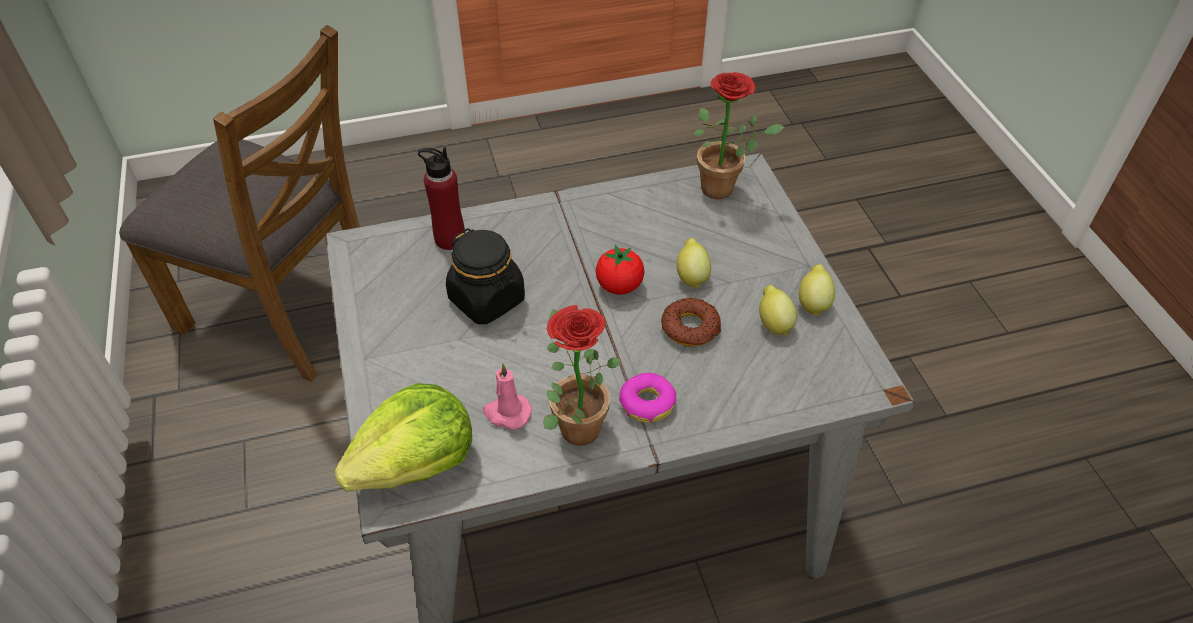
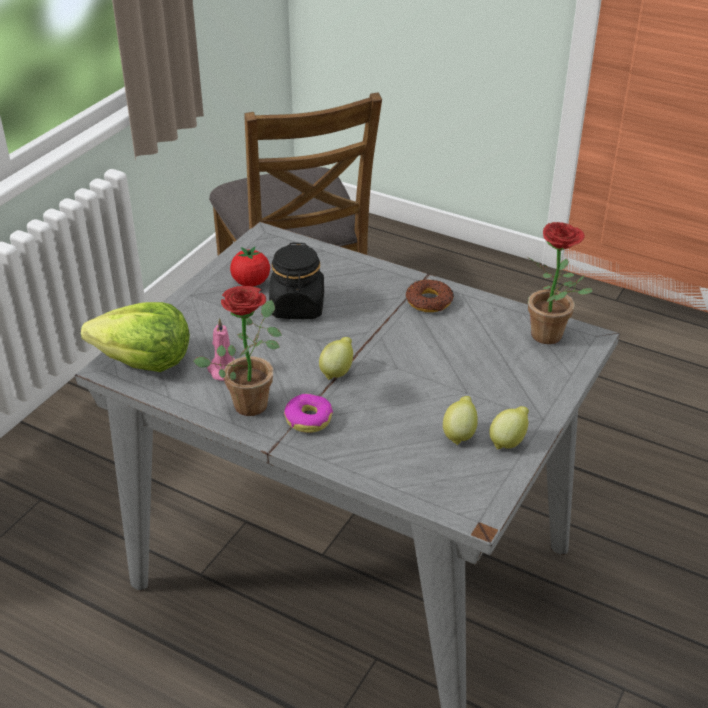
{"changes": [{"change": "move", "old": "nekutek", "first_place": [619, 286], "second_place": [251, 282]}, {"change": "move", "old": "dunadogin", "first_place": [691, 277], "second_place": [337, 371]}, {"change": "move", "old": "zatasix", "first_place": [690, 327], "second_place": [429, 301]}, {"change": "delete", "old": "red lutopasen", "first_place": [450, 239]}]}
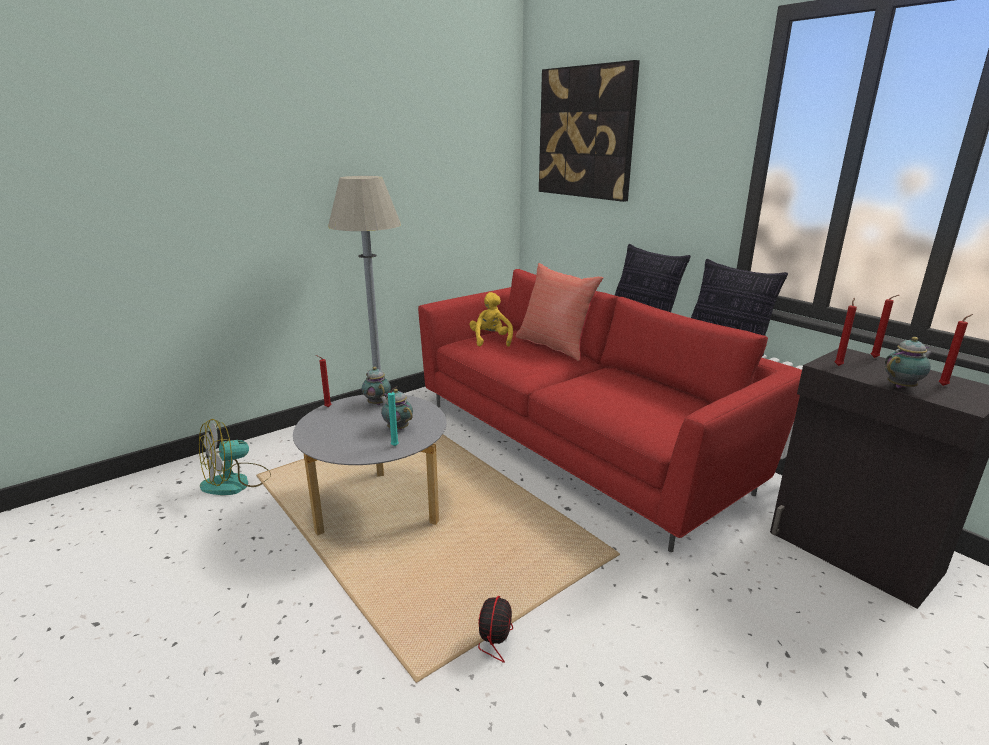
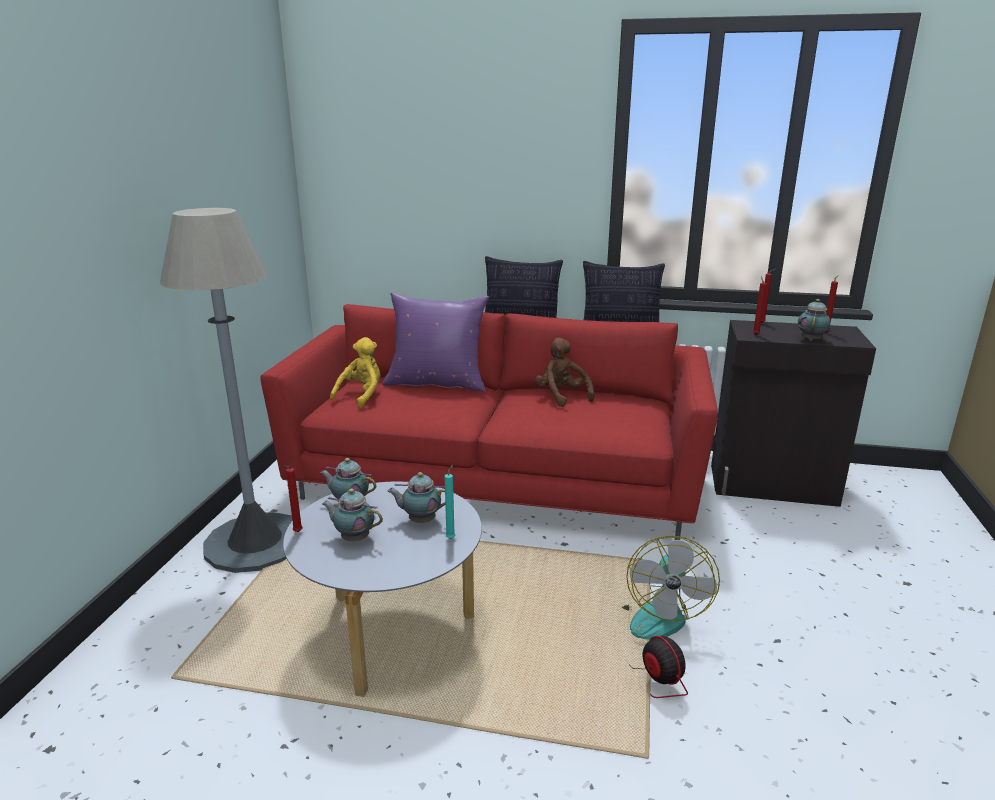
{"changes": [{"change": "insert", "new": "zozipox", "second_place": [354, 538]}, {"change": "rotate", "old": "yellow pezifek", "first_place": [491, 340], "second_place": [361, 395], "degrees": 75}, {"change": "recolor", "old": "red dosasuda", "new": "purple dosasuda", "first_place": [555, 346], "second_place": [437, 383]}, {"change": "insert", "new": "brown pezifek", "second_place": [561, 396]}, {"change": "move", "old": "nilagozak", "first_place": [236, 482], "second_place": [657, 613]}, {"change": "delete", "old": "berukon", "first_place": [586, 133]}]}
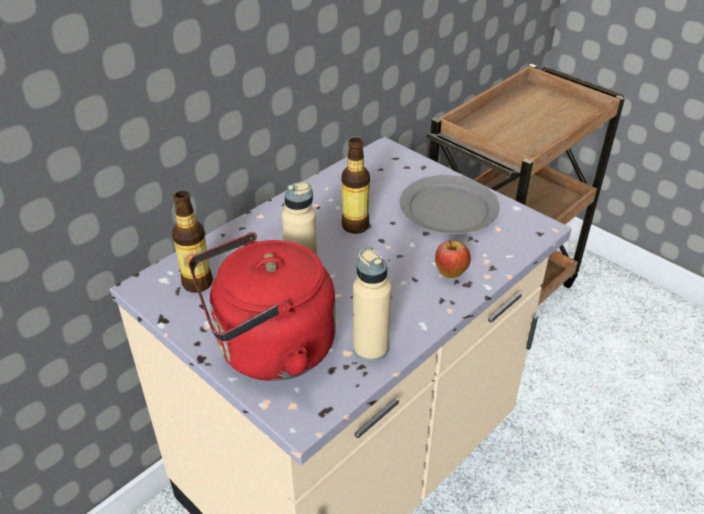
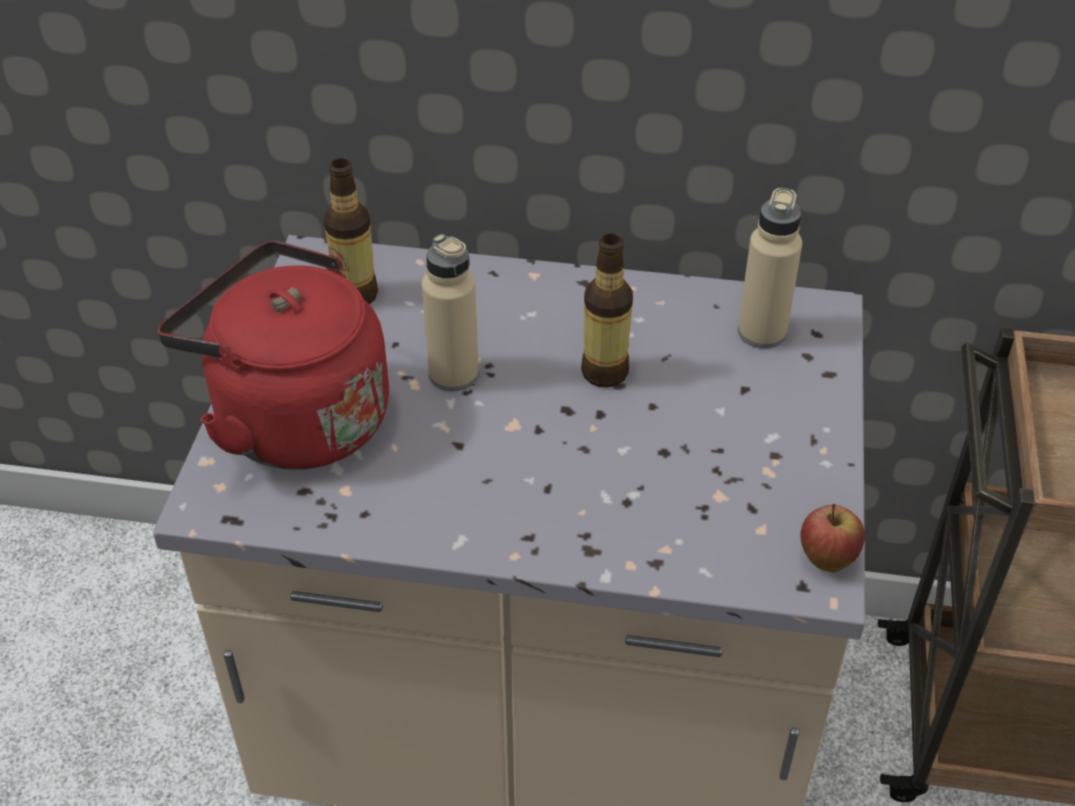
{"changes": [{"change": "move", "old": "beige lutopasen", "first_place": [370, 348], "second_place": [762, 332]}, {"change": "move", "old": "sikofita", "first_place": [450, 274], "second_place": [826, 560]}, {"change": "delete", "old": "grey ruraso", "first_place": [449, 209]}]}
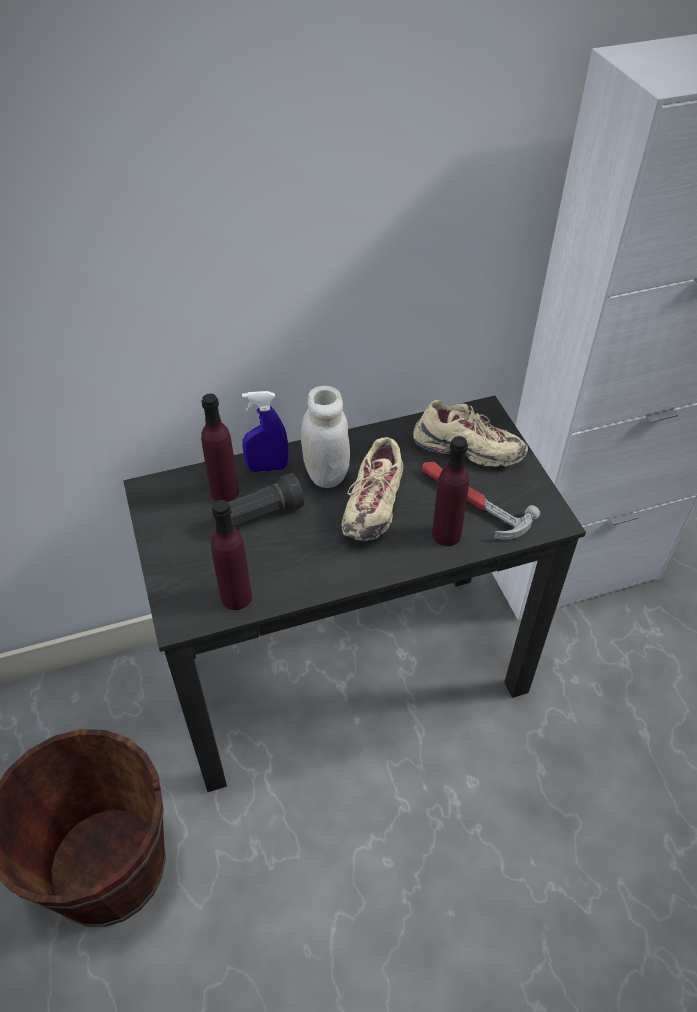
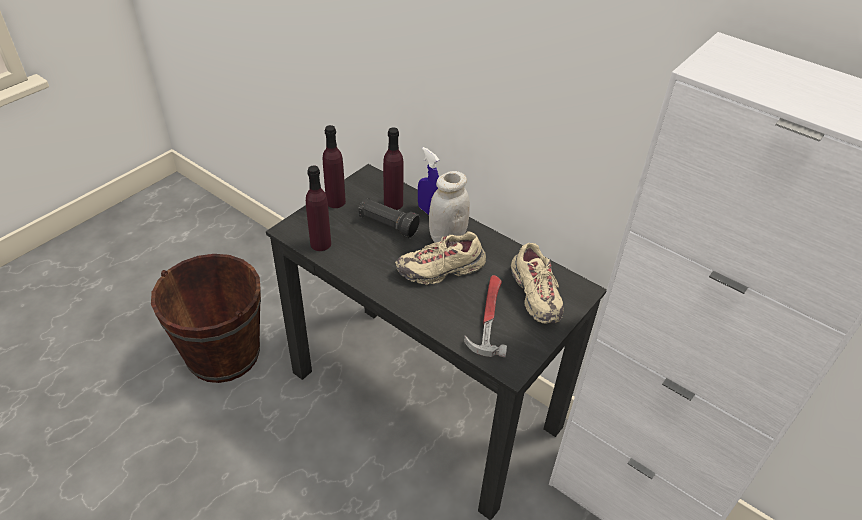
{"changes": [{"change": "move", "old": "purple lutopasen", "first_place": [446, 534], "second_place": [335, 202]}]}
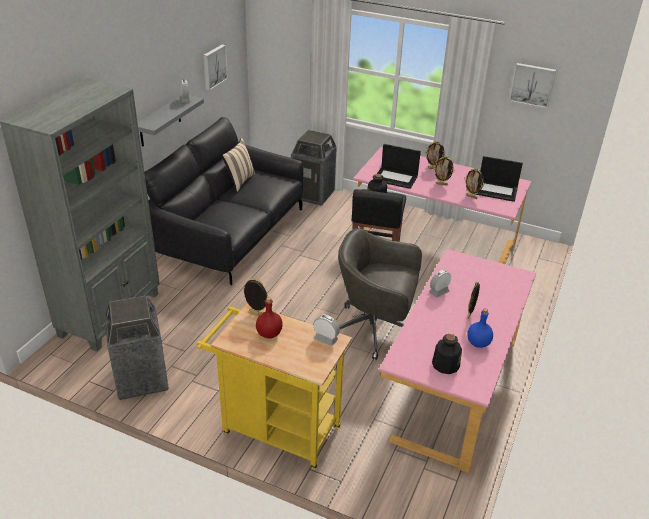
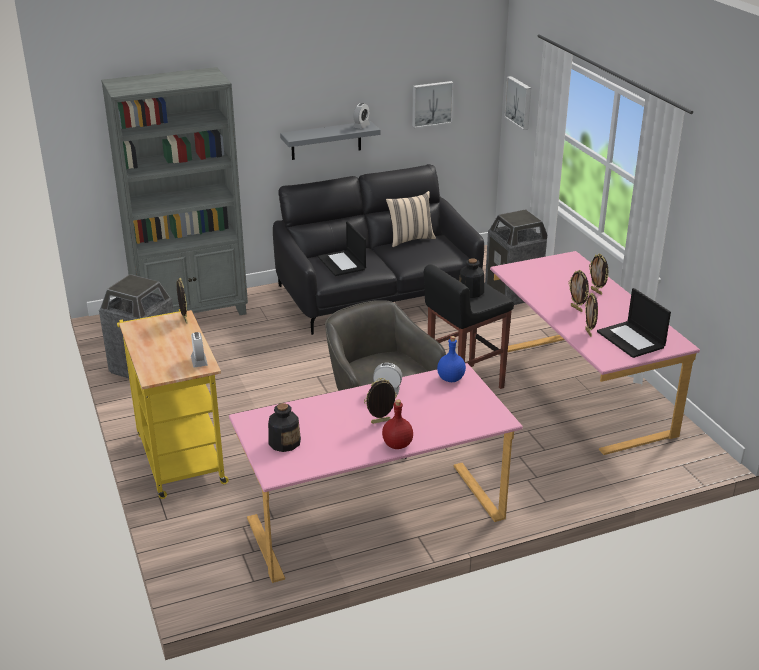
{"changes": [{"change": "move", "old": "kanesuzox", "first_place": [396, 178], "second_place": [342, 263]}, {"change": "move", "old": "red lutopasen", "first_place": [269, 334], "second_place": [397, 445]}, {"change": "move", "old": "blue lutopasen", "first_place": [478, 343], "second_place": [451, 378]}, {"change": "move", "old": "berukon", "first_place": [532, 84], "second_place": [519, 102]}]}
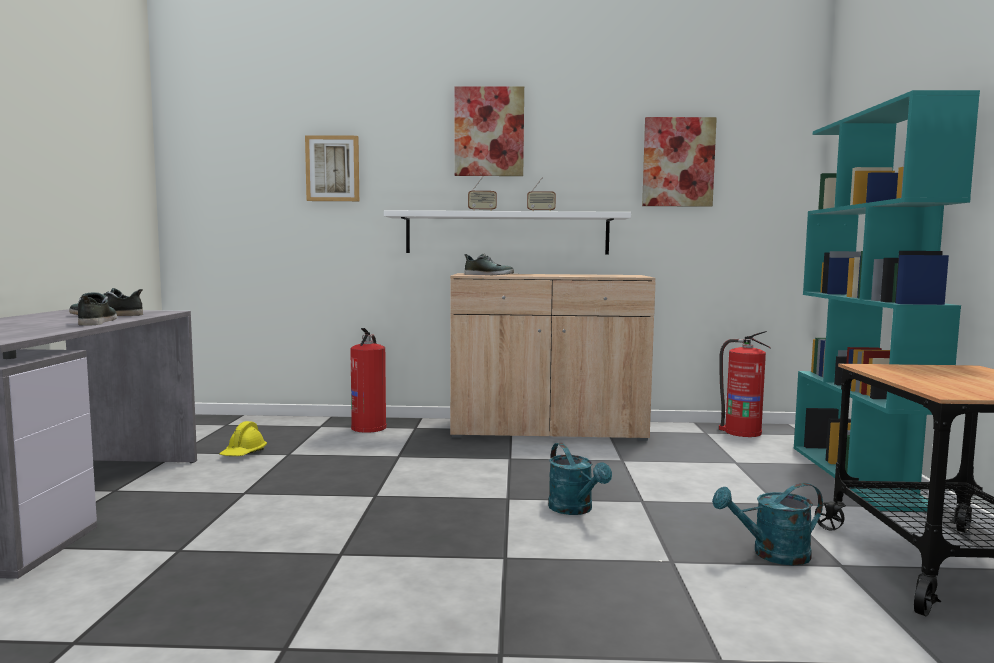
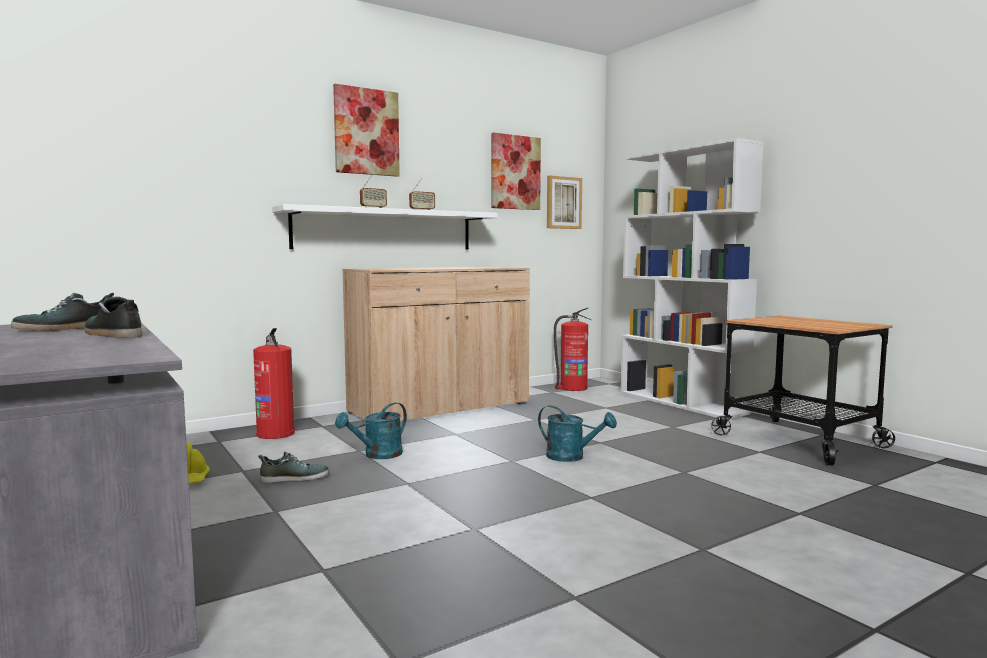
{"changes": [{"change": "move", "old": "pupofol", "first_place": [489, 275], "second_place": [294, 478]}, {"change": "move", "old": "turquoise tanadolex", "first_place": [772, 555], "second_place": [377, 455]}, {"change": "move", "old": "berukon", "first_place": [333, 168], "second_place": [563, 203]}, {"change": "recolor", "old": "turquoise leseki", "new": "white leseki", "first_place": [859, 476], "second_place": [682, 403]}]}
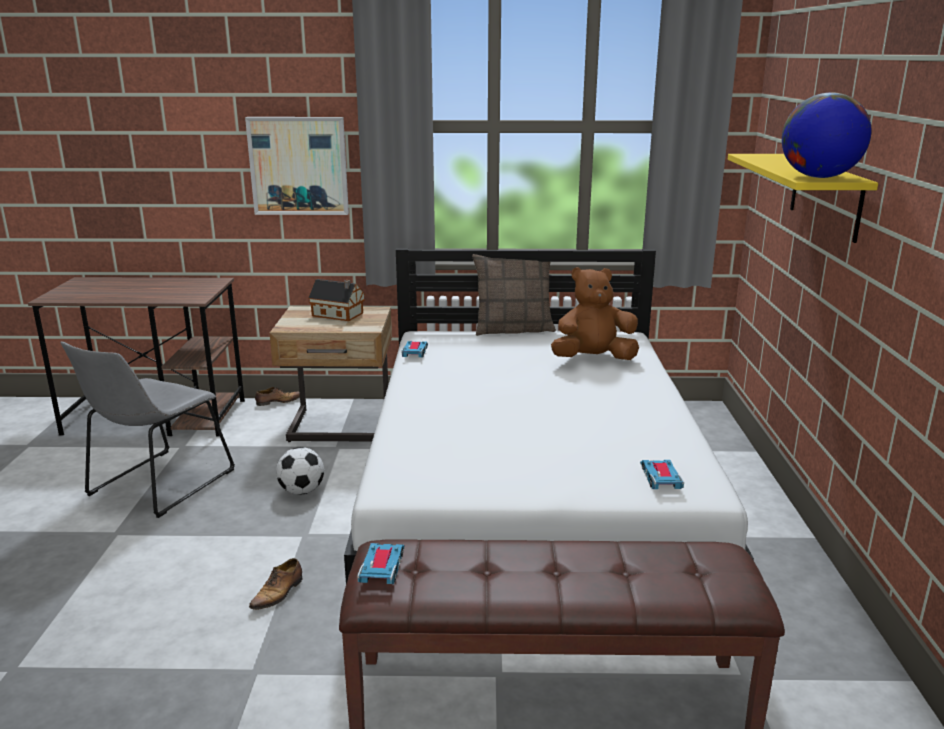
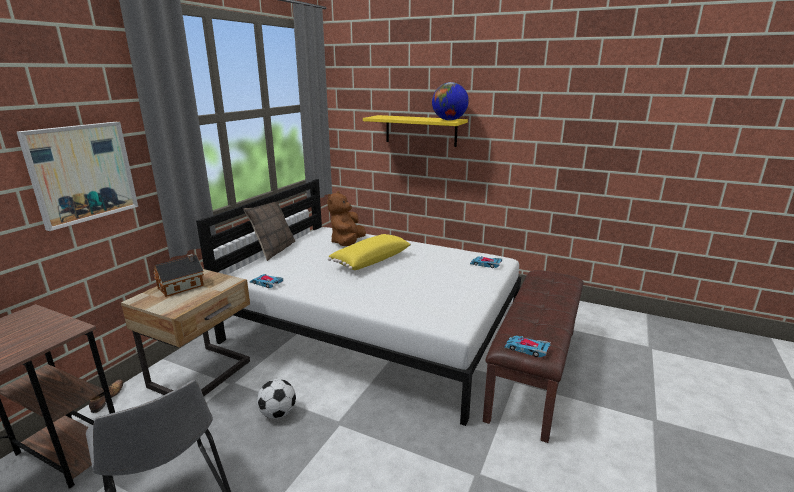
{"changes": [{"change": "insert", "new": "yellow dosasuda", "second_place": [370, 260]}, {"change": "delete", "old": "pupofol", "first_place": [278, 593]}]}
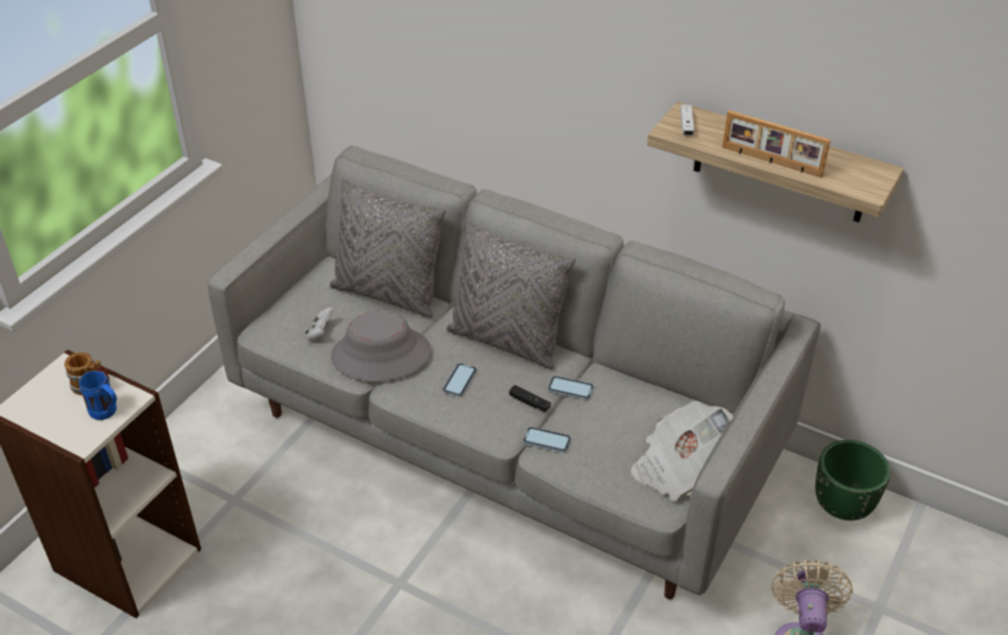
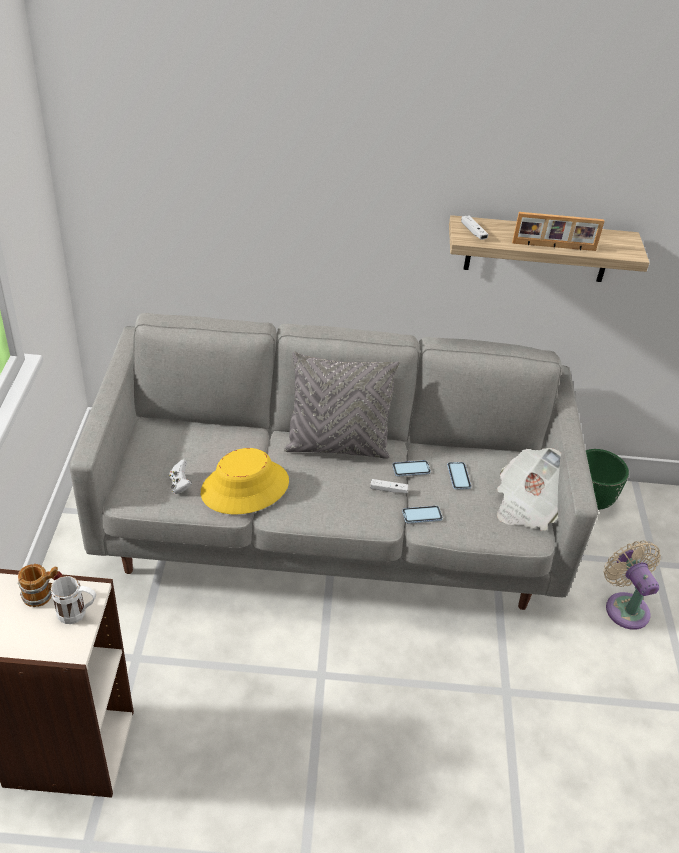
{"changes": [{"change": "recolor", "old": "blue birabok", "new": "white birabok", "first_place": [107, 413], "second_place": [78, 614]}, {"change": "recolor", "old": "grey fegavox", "new": "yellow fegavox", "first_place": [381, 355], "second_place": [245, 488]}, {"change": "recolor", "old": "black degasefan", "new": "white degasefan", "first_place": [529, 402], "second_place": [388, 489]}, {"change": "move", "old": "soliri", "first_place": [459, 381], "second_place": [458, 476]}, {"change": "delete", "old": "grey dosasuda", "first_place": [387, 294]}]}
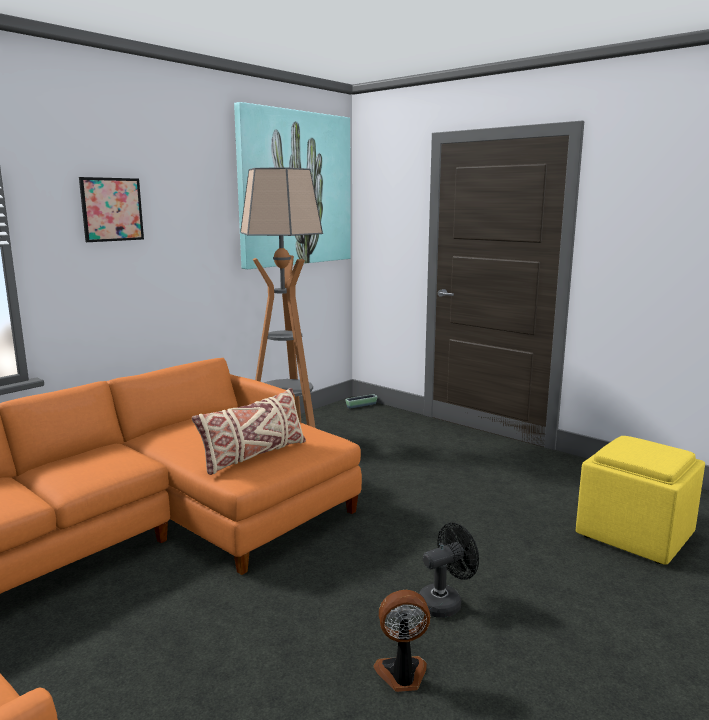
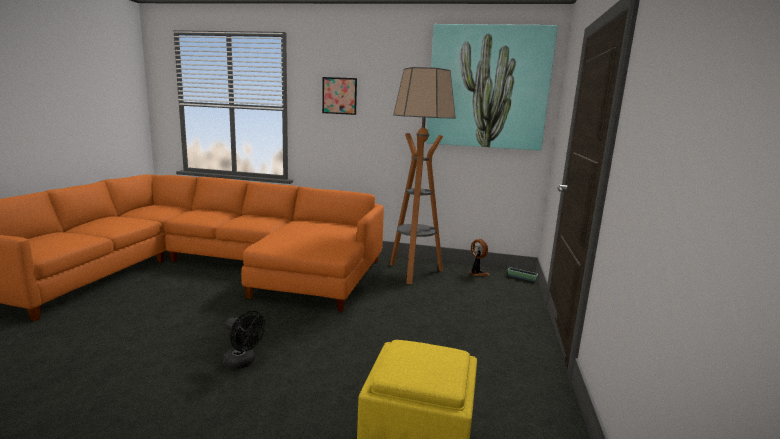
{"changes": [{"change": "move", "old": "nilagozak", "first_place": [402, 675], "second_place": [477, 273]}, {"change": "delete", "old": "beige dosasuda", "first_place": [253, 455]}]}
